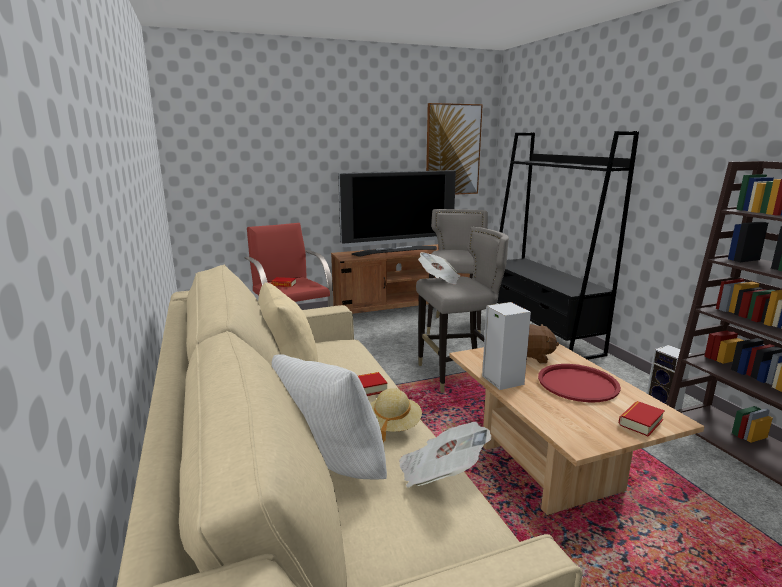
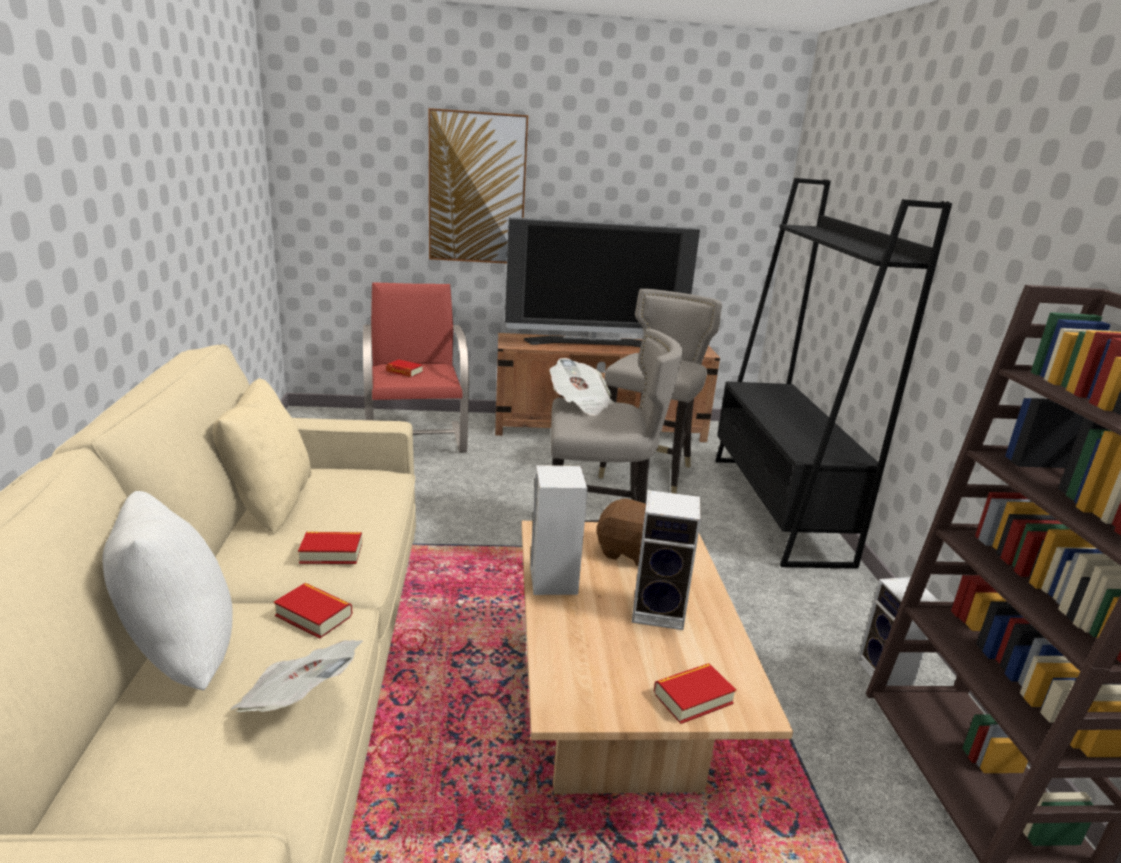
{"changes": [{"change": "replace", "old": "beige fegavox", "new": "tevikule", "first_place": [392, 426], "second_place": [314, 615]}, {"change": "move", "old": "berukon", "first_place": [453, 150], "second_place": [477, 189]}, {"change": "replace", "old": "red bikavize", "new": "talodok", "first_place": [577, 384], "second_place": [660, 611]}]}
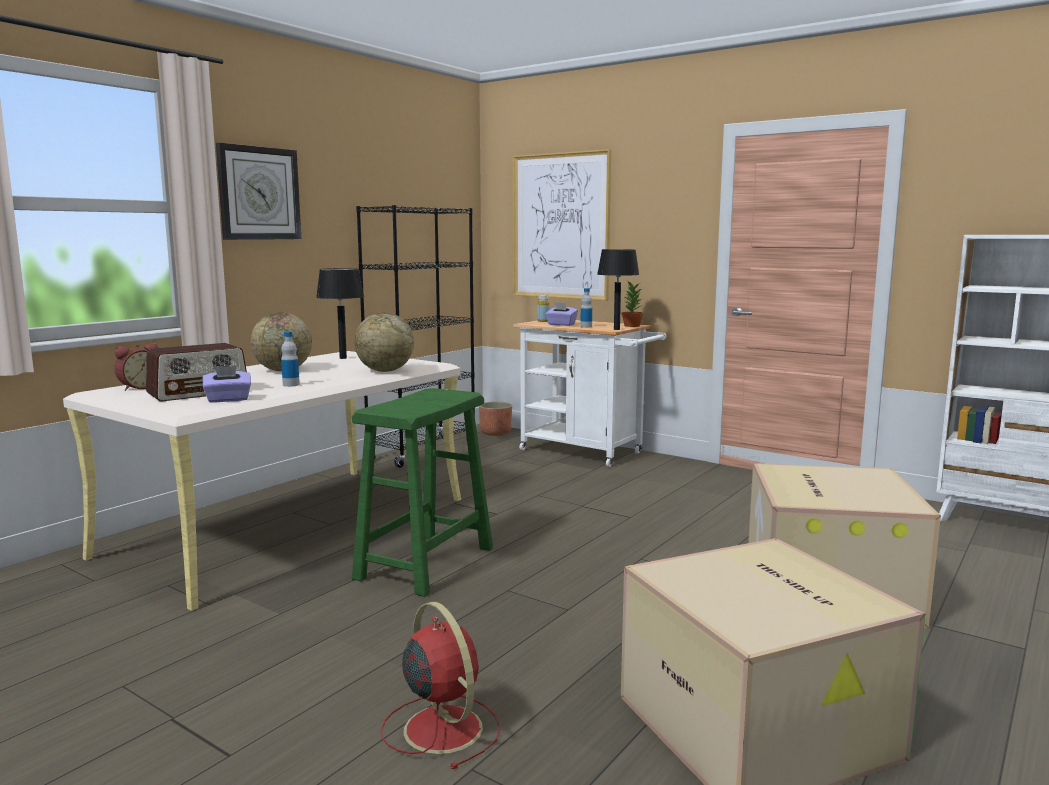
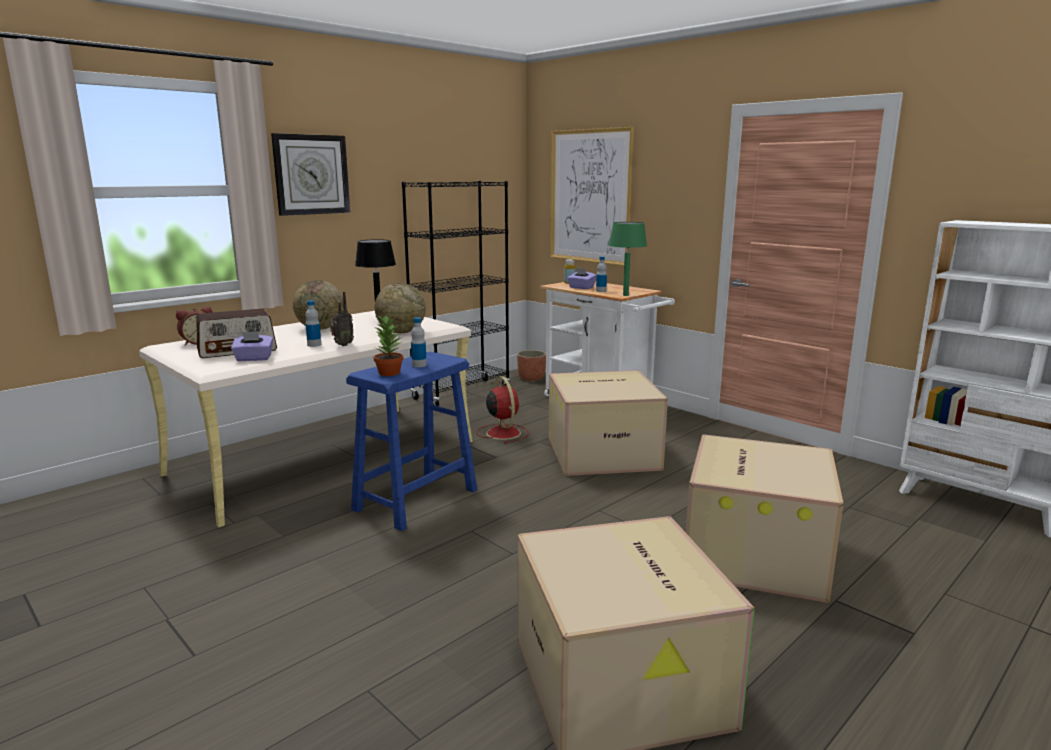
{"changes": [{"change": "insert", "new": "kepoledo", "second_place": [342, 345]}, {"change": "recolor", "old": "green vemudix", "new": "blue vemudix", "first_place": [424, 563], "second_place": [415, 500]}, {"change": "move", "old": "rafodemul", "first_place": [631, 326], "second_place": [389, 373]}, {"change": "insert", "new": "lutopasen", "second_place": [419, 365]}, {"change": "move", "old": "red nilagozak", "first_place": [441, 727], "second_place": [503, 433]}, {"change": "insert", "new": "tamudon", "second_place": [603, 453]}, {"change": "recolor", "old": "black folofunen", "new": "green folofunen", "first_place": [617, 329], "second_place": [626, 295]}]}
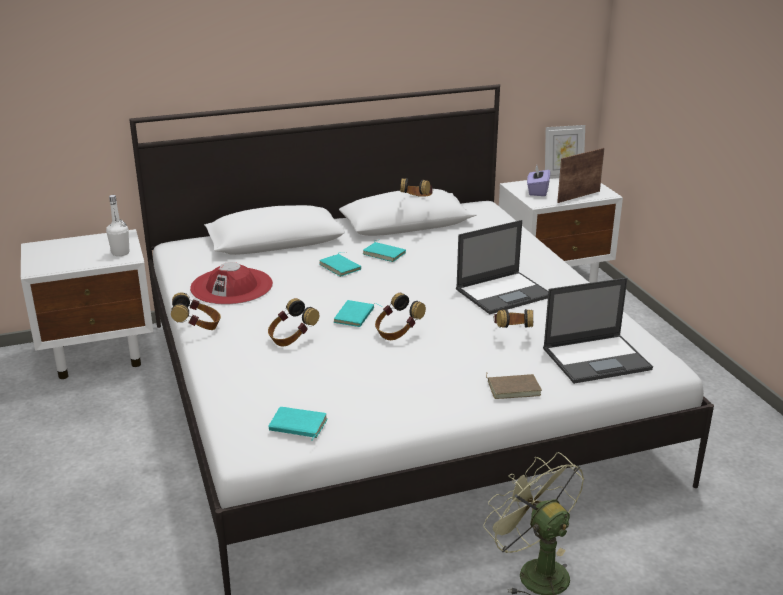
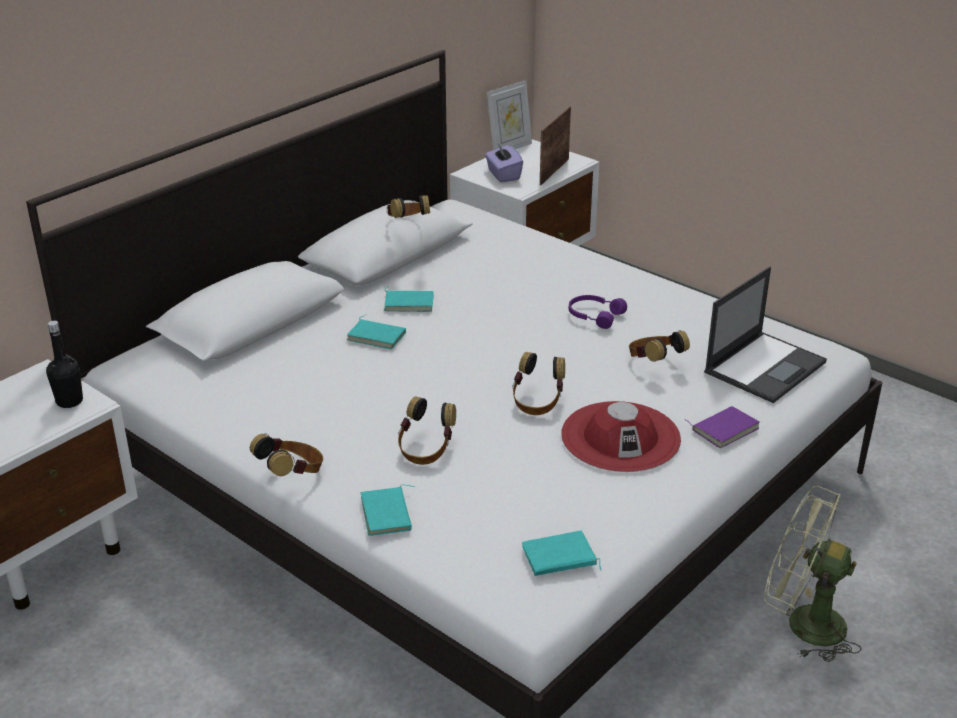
{"changes": [{"change": "recolor", "old": "white lutopasen", "new": "black lutopasen", "first_place": [120, 253], "second_place": [69, 401]}, {"change": "move", "old": "turquoise tevikule", "first_place": [355, 316], "second_place": [388, 514]}, {"change": "move", "old": "red fegavox", "first_place": [231, 286], "second_place": [620, 437]}, {"change": "replace", "old": "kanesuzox", "new": "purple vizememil", "first_place": [504, 293], "second_place": [594, 316]}, {"change": "recolor", "old": "brown tevikule", "new": "purple tevikule", "first_place": [513, 388], "second_place": [724, 429]}]}
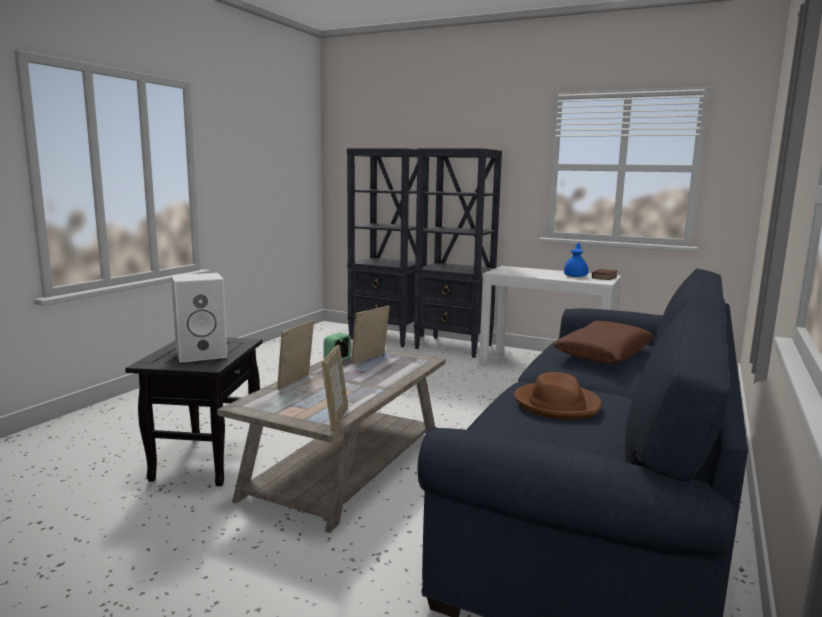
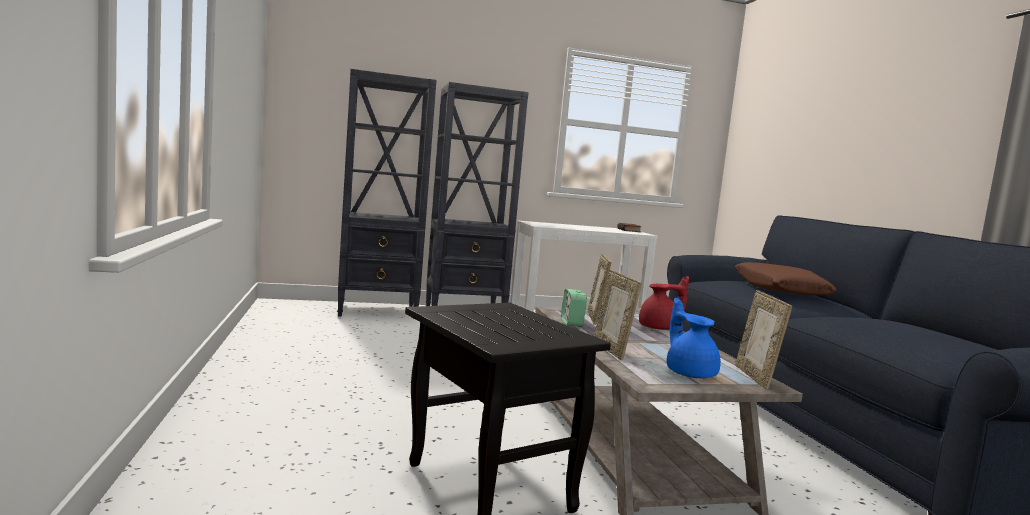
{"changes": [{"change": "insert", "new": "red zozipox", "second_place": [660, 328]}, {"change": "move", "old": "blue zozipox", "first_place": [576, 276], "second_place": [689, 373]}, {"change": "rotate", "old": "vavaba", "first_place": [335, 418], "second_place": [755, 377], "degrees": -150}, {"change": "delete", "old": "white talodok", "first_place": [202, 354]}, {"change": "delete", "old": "brown fegavox", "first_place": [557, 404]}]}
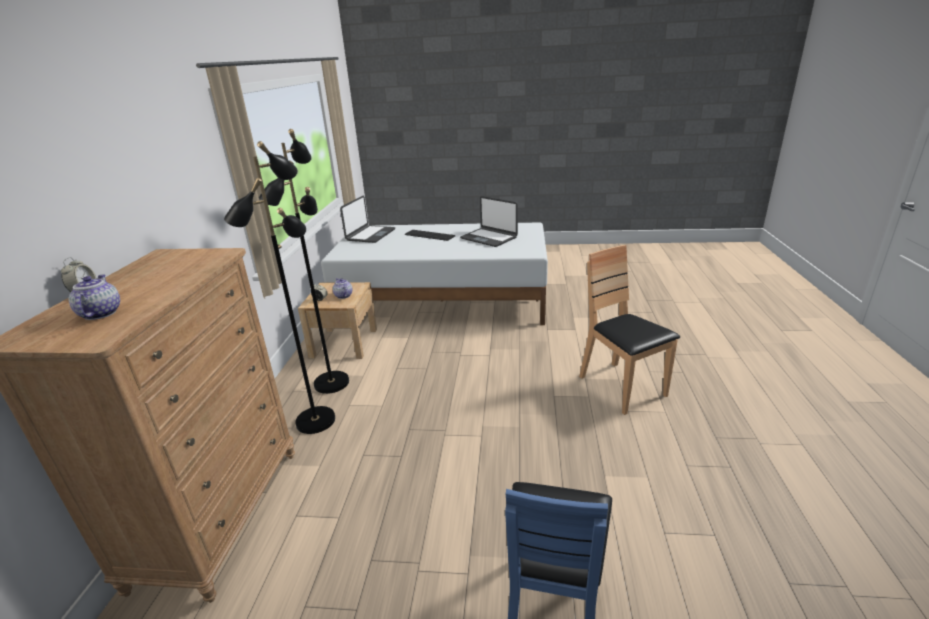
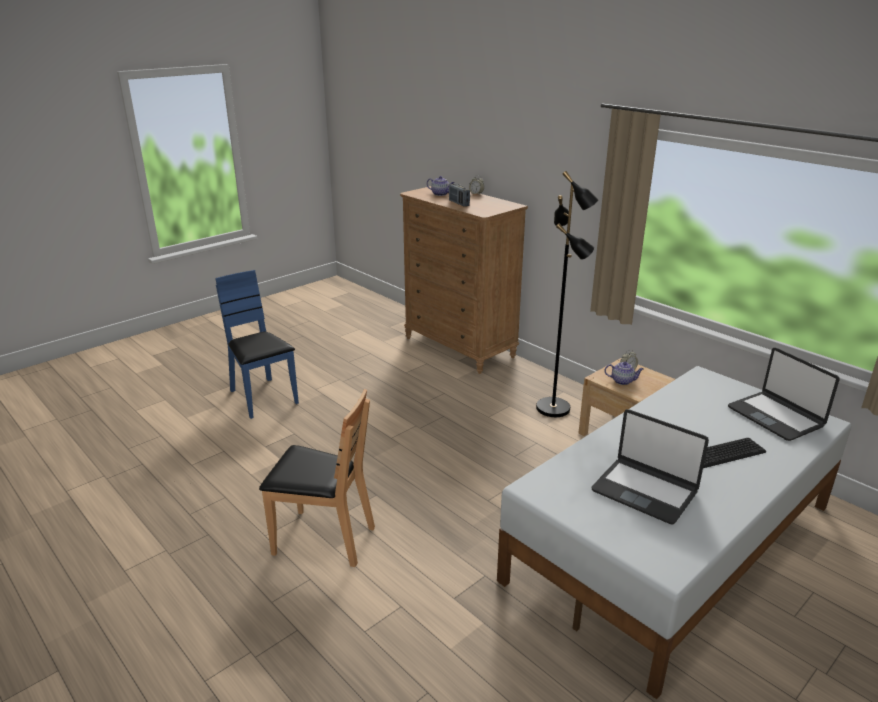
{"changes": [{"change": "insert", "new": "kepoledo", "second_place": [459, 203]}, {"change": "rotate", "old": "kanesuzox", "first_place": [489, 238], "second_place": [644, 491], "degrees": -135}, {"change": "delete", "old": "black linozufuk", "first_place": [315, 420]}]}
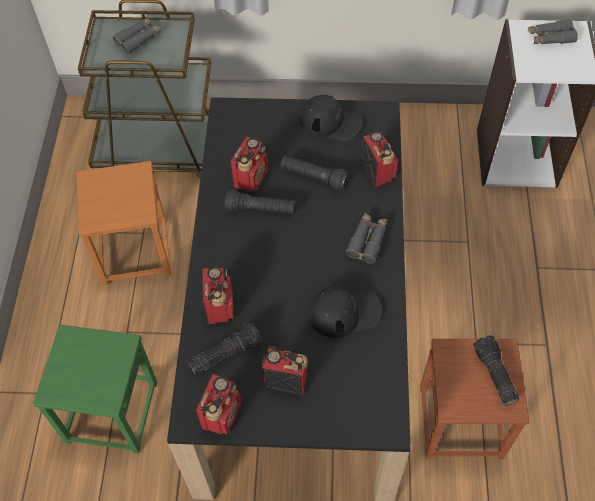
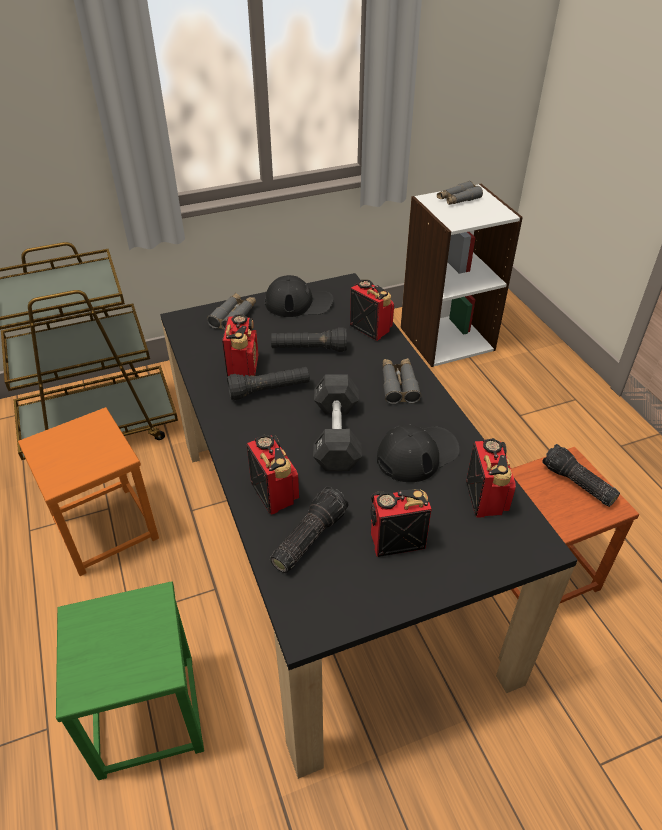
{"changes": [{"change": "move", "old": "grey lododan", "first_place": [138, 39], "second_place": [233, 317]}, {"change": "insert", "new": "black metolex", "second_place": [336, 435]}, {"change": "move", "old": "kepoledo", "first_place": [222, 414], "second_place": [486, 497]}]}
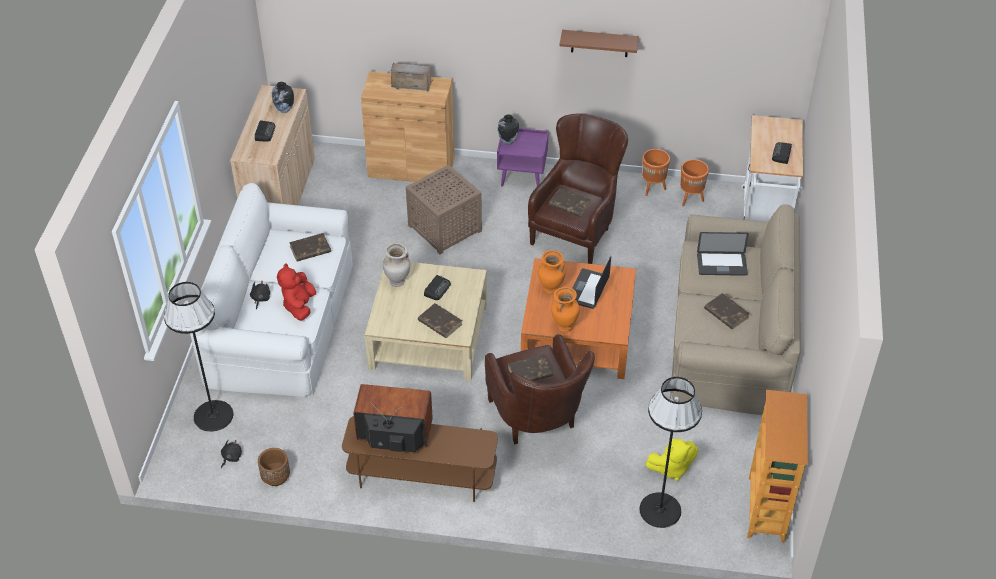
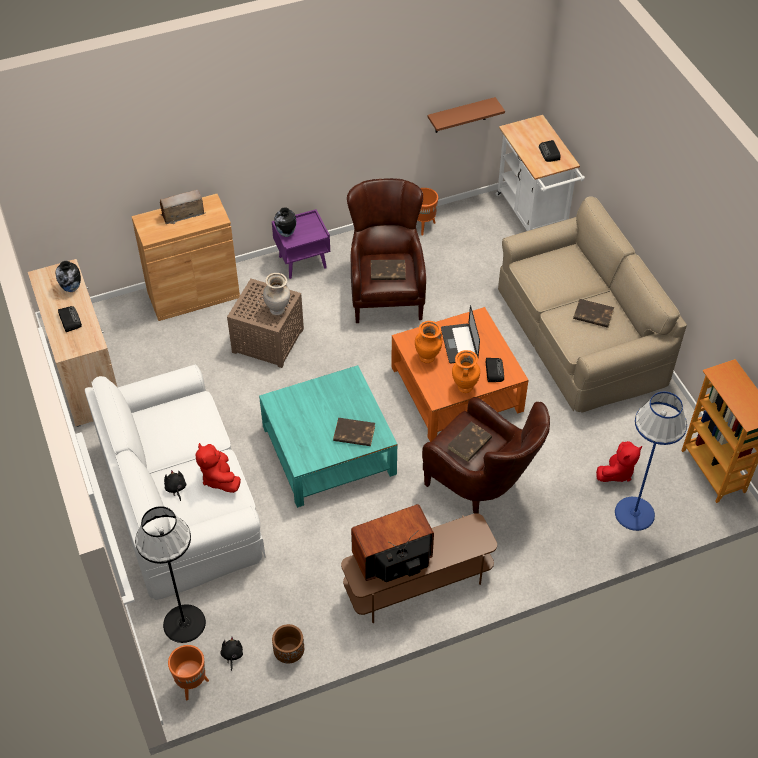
{"changes": [{"change": "move", "old": "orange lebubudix", "first_place": [690, 199], "second_place": [191, 685]}, {"change": "recolor", "old": "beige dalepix", "new": "turquoise dalepix", "first_place": [428, 336], "second_place": [328, 450]}, {"change": "move", "old": "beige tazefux", "first_place": [397, 282], "second_place": [278, 310]}, {"change": "move", "old": "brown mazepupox", "first_place": [599, 43], "second_place": [461, 115]}, {"change": "move", "old": "kepoledo", "first_place": [437, 289], "second_place": [494, 371]}, {"change": "recolor", "old": "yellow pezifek", "new": "red pezifek", "first_place": [671, 468], "second_place": [617, 472]}, {"change": "recolor", "old": "black linozufuk", "new": "blue linozufuk", "first_place": [660, 510], "second_place": [634, 513]}, {"change": "delete", "old": "brown tevikule", "first_place": [310, 249]}, {"change": "delete", "old": "kanesuzox", "first_place": [721, 265]}]}
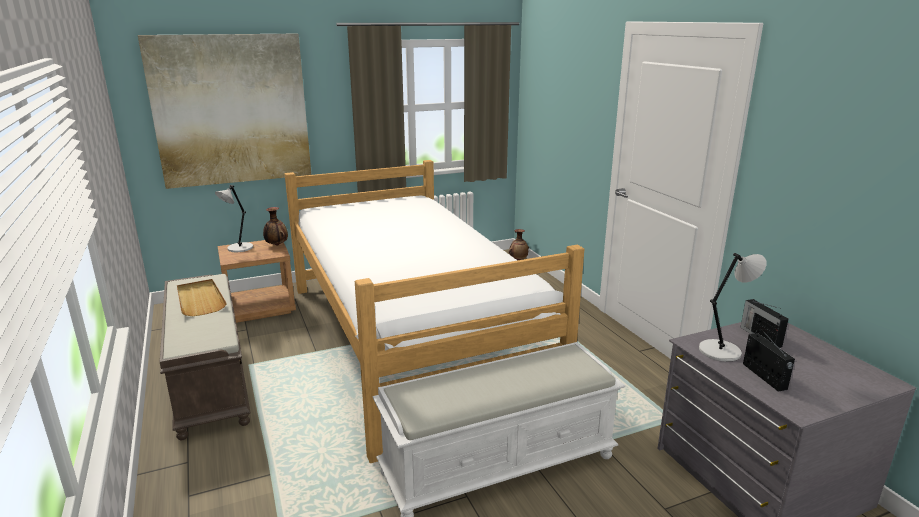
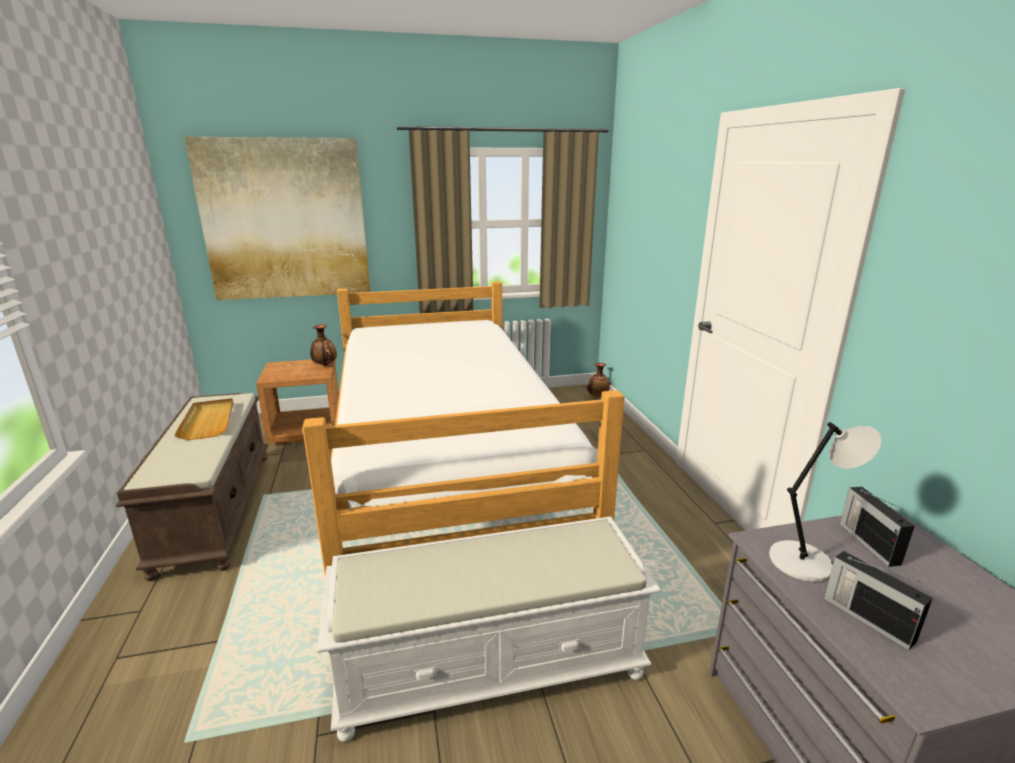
{"changes": [{"change": "rotate", "old": "kepoledo", "first_place": [764, 377], "second_place": [866, 618], "degrees": 150}, {"change": "delete", "old": "grey folofunen", "first_place": [239, 248]}]}
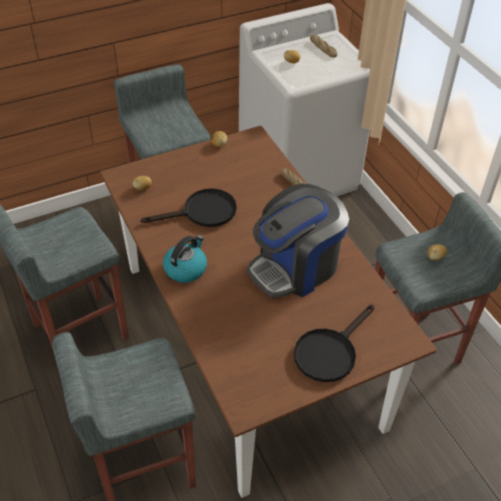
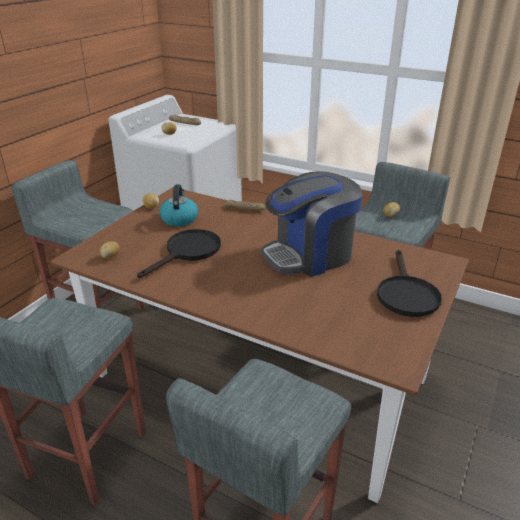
{"changes": [{"change": "move", "old": "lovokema", "first_place": [185, 268], "second_place": [179, 219]}, {"change": "rotate", "old": "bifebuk", "first_place": [295, 267], "second_place": [309, 255], "degrees": 45}]}
